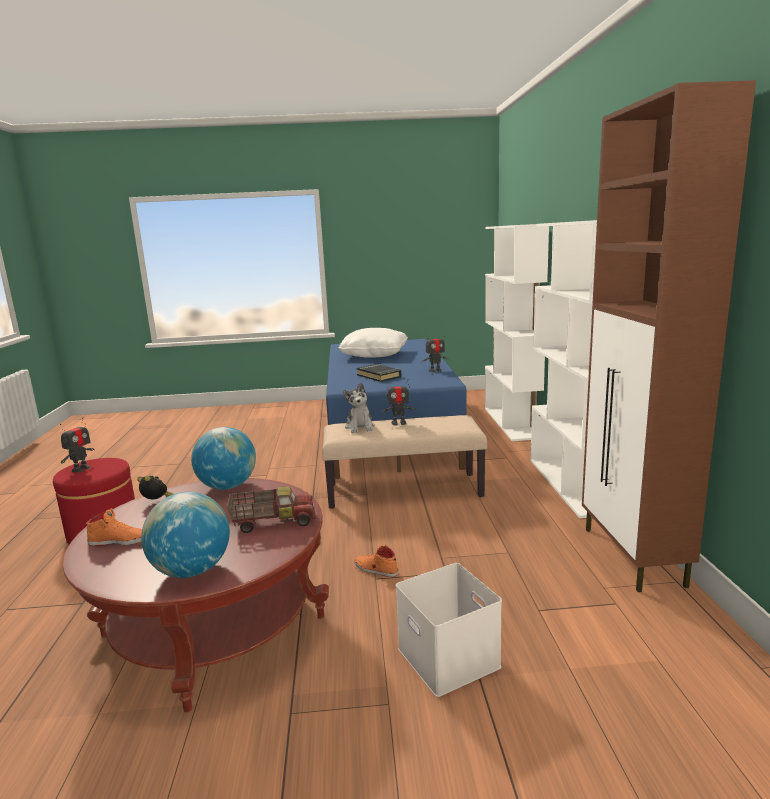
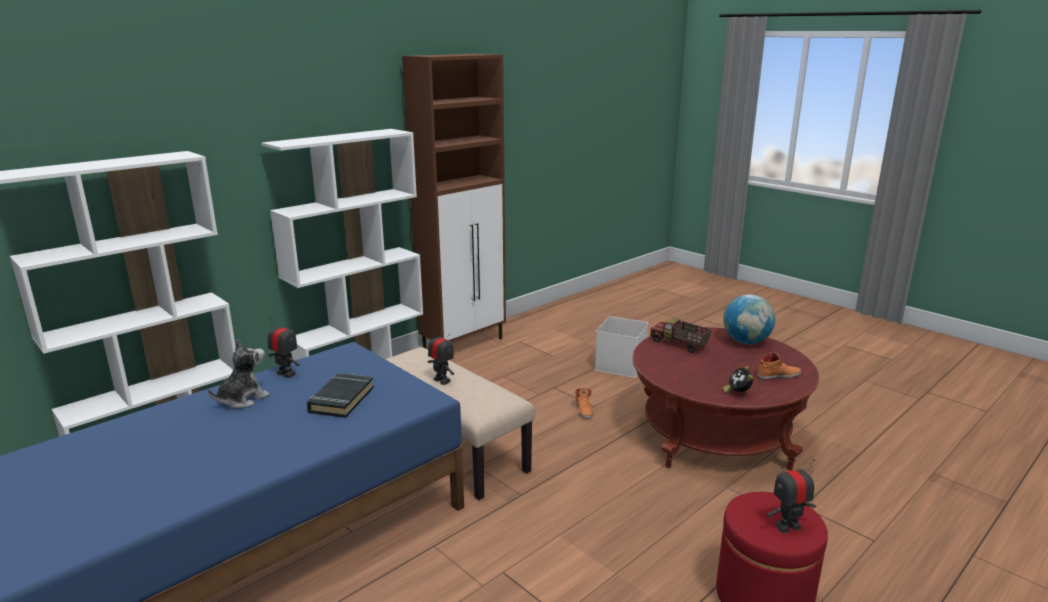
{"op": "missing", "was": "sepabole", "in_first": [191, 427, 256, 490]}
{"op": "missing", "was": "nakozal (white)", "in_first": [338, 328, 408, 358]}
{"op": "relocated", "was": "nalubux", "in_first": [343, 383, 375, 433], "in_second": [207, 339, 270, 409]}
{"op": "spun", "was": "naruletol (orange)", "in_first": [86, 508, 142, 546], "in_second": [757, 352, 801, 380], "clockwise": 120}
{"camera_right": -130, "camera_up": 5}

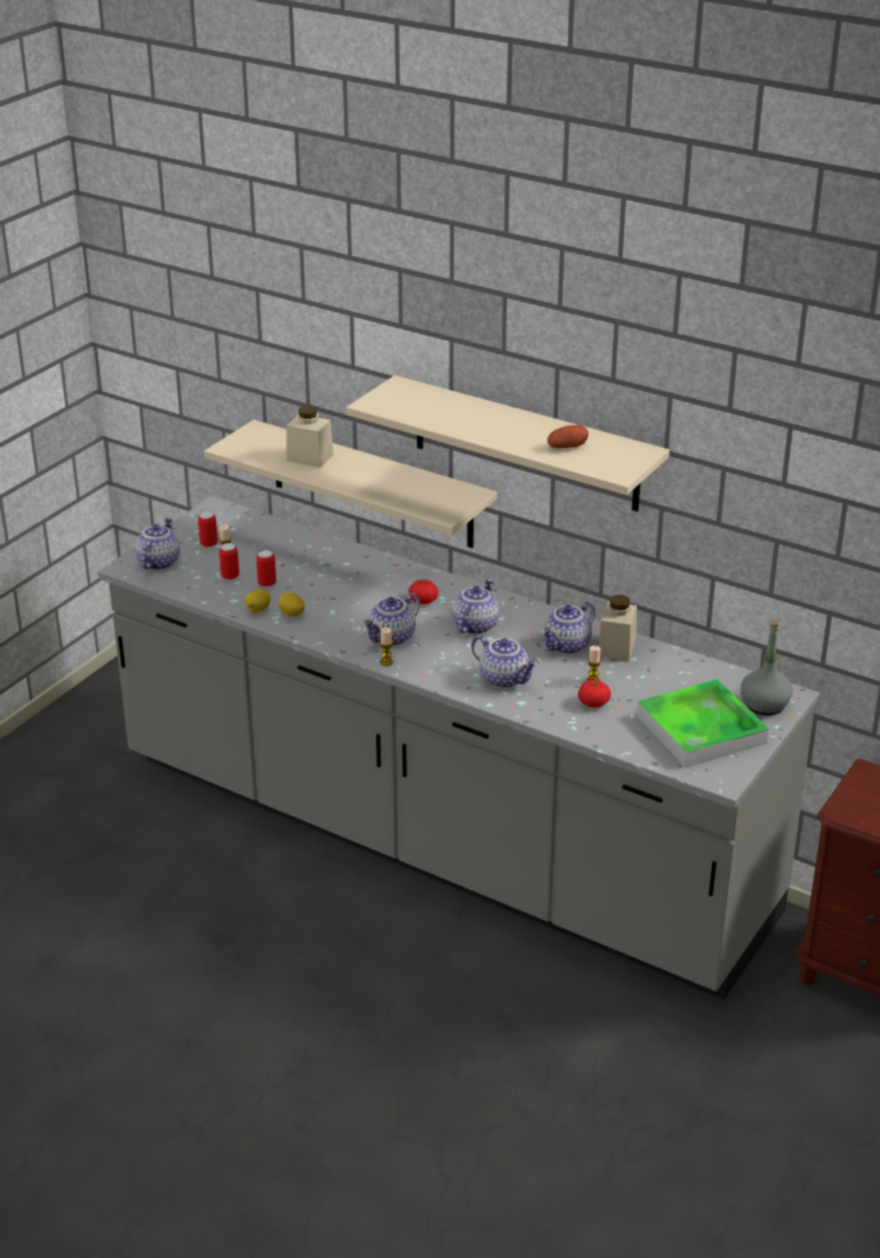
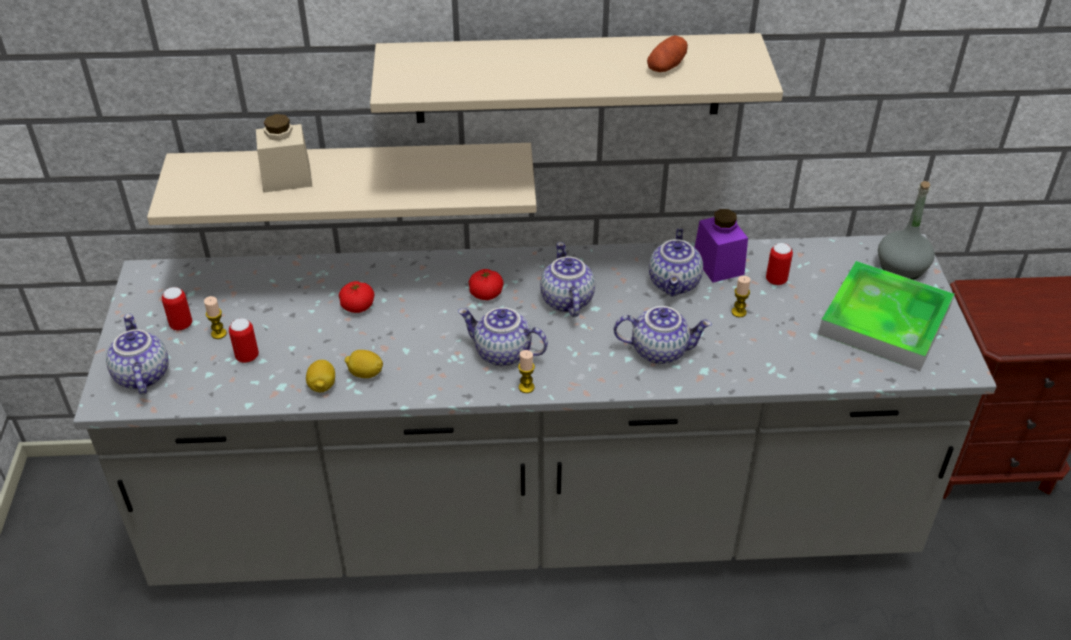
{"op": "relocated", "was": "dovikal", "in_first": [256, 550, 276, 587], "in_second": [766, 243, 793, 285]}
{"op": "relocated", "was": "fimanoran", "in_first": [578, 680, 611, 708], "in_second": [339, 281, 374, 313]}
{"op": "colour", "was": "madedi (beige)", "now": "madedi (purple)", "in_first": [598, 595, 637, 661], "in_second": [695, 209, 748, 283]}
{"op": "spun", "was": "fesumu", "in_first": [363, 593, 420, 646], "in_second": [458, 307, 548, 366], "clockwise": 105}
{"camera_right": -35, "camera_up": 10}

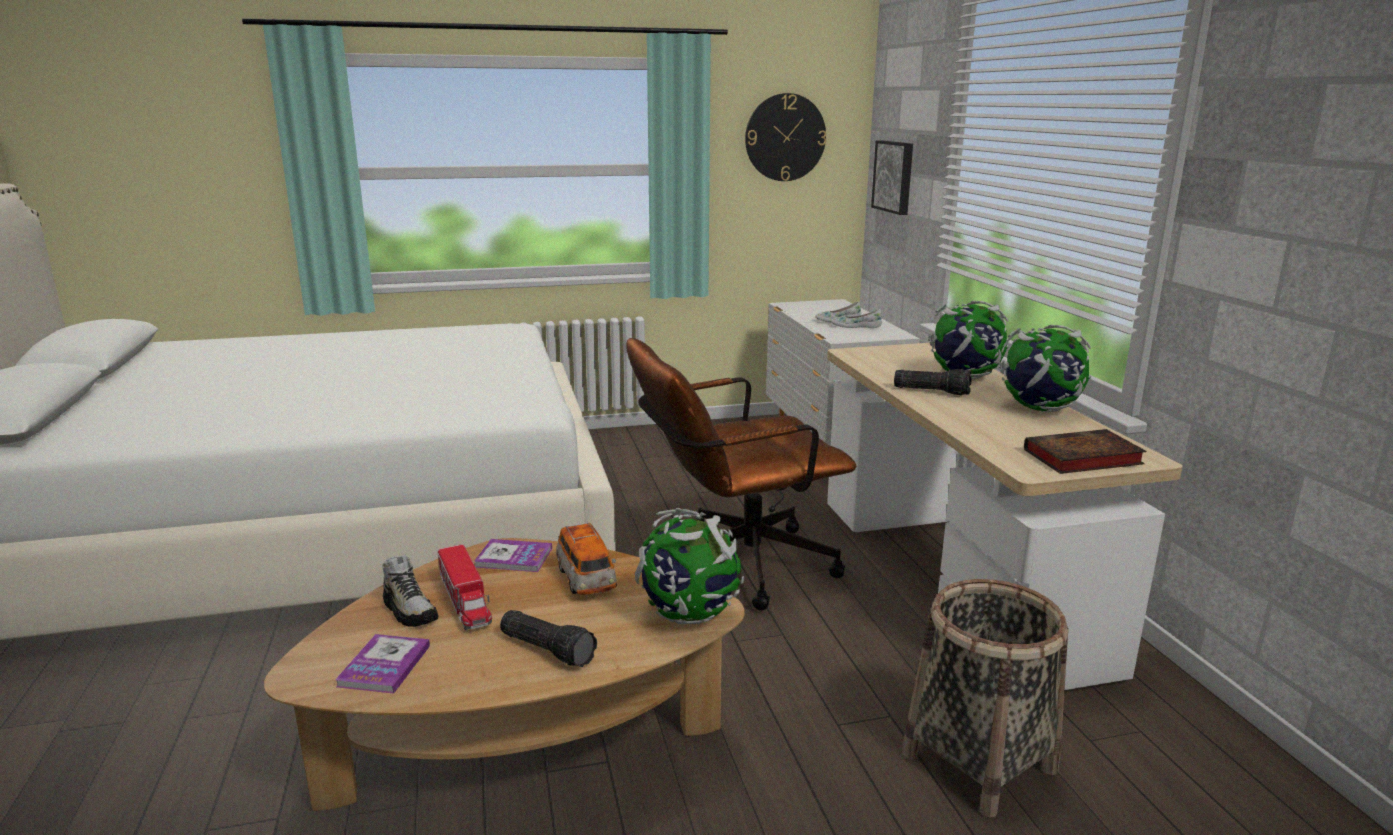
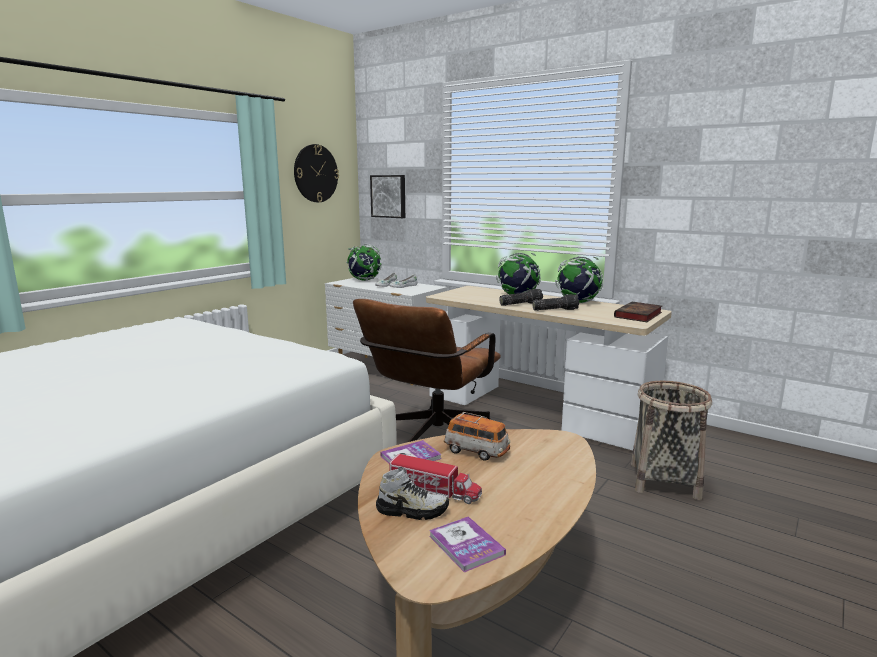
{"op": "relocated", "was": "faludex", "in_first": [500, 610, 597, 667], "in_second": [532, 294, 579, 311]}
{"op": "relocated", "was": "sepabole", "in_first": [635, 508, 744, 624], "in_second": [346, 244, 382, 281]}
{"camera_right": -40, "camera_up": -5}

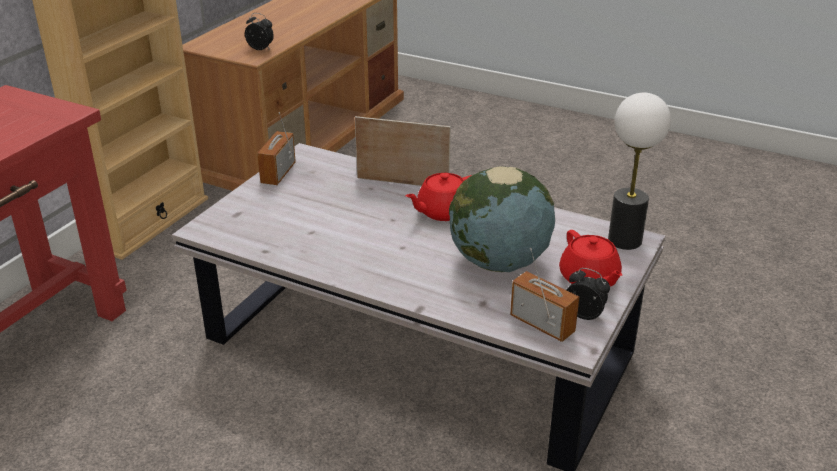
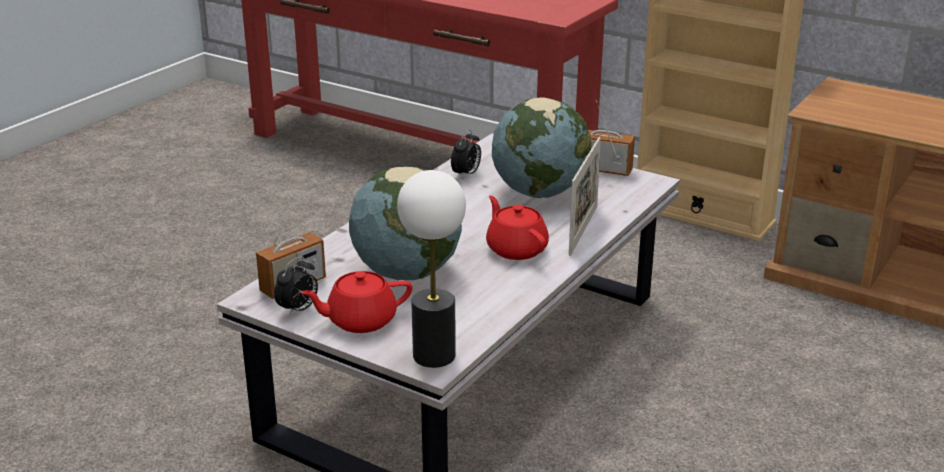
{"op": "appeared", "now": "sepabole", "in_second": [492, 97, 591, 198]}
{"op": "relocated", "was": "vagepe", "in_first": [245, 13, 274, 50], "in_second": [451, 130, 481, 179]}
{"camera_right": 95, "camera_up": -5}

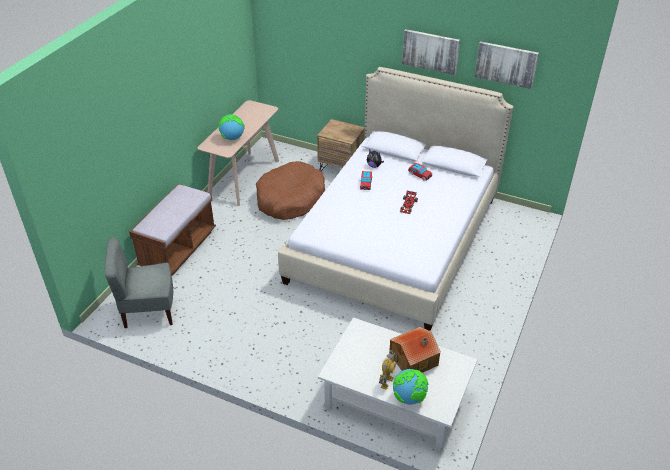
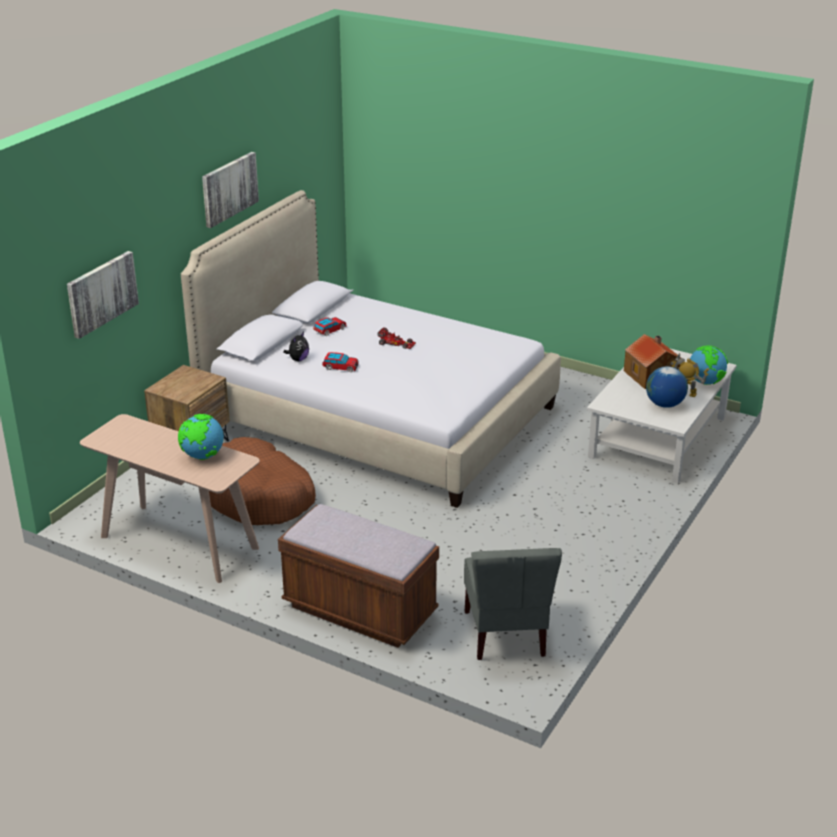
{"op": "appeared", "now": "sepabole", "in_second": [646, 366, 688, 408]}
{"op": "relocated", "was": "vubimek", "in_first": [475, 41, 539, 89], "in_second": [67, 251, 139, 339]}
{"camera_right": -85, "camera_up": -10}

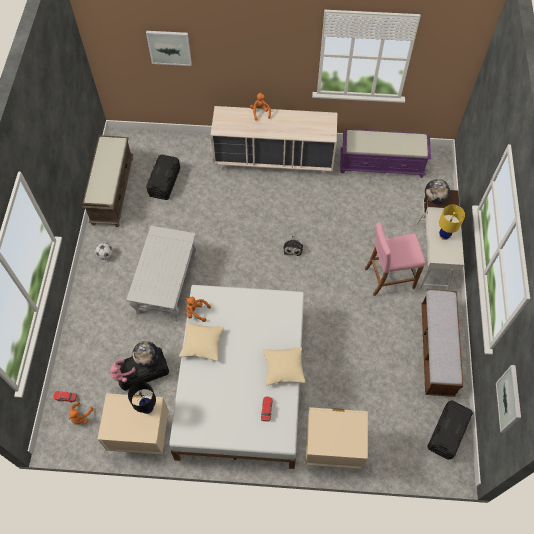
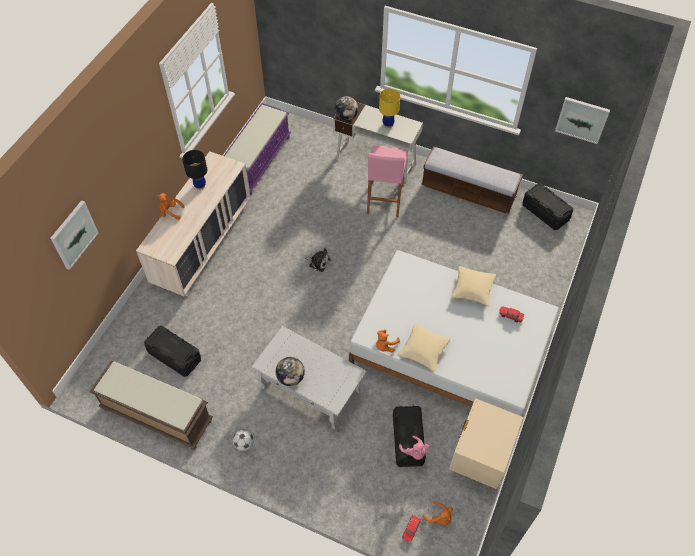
{"op": "missing", "was": "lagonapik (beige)", "in_first": [305, 407, 368, 469]}
{"op": "relocated", "was": "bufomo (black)", "in_first": [128, 382, 156, 414], "in_second": [182, 150, 207, 190]}
{"op": "relocated", "was": "sepabole", "in_first": [133, 341, 159, 367], "in_second": [276, 357, 305, 386]}
{"camera_right": -70, "camera_up": -5}

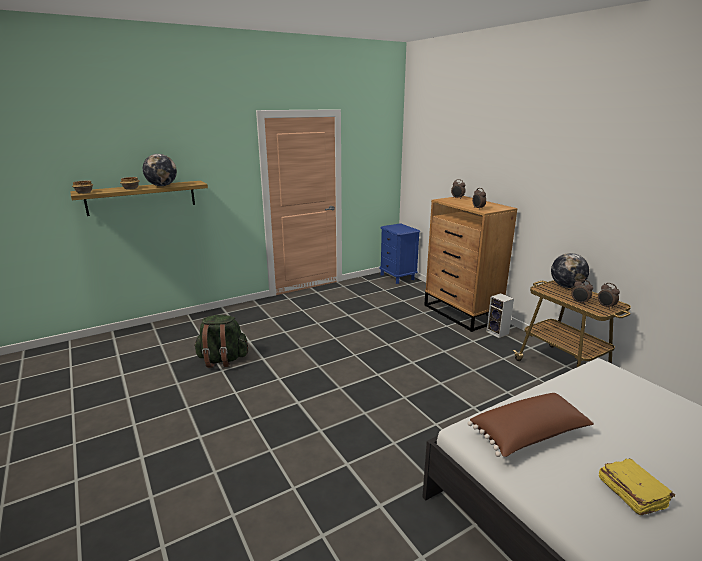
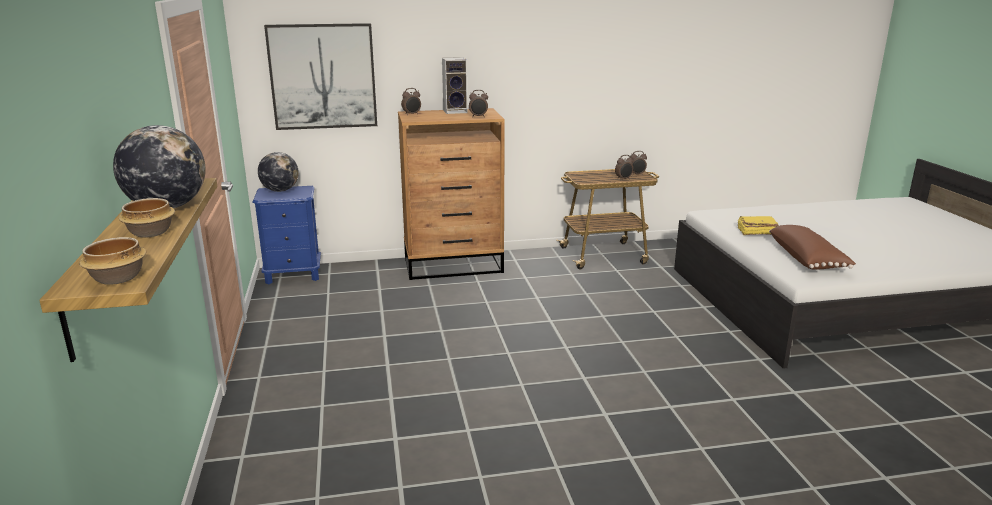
{"op": "missing", "was": "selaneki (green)", "in_first": [194, 315, 248, 368]}
{"op": "appeared", "now": "vubimek", "in_second": [264, 23, 377, 130]}
{"op": "relocated", "was": "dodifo", "in_first": [486, 293, 514, 338], "in_second": [442, 57, 468, 114]}
{"op": "relocated", "was": "sepabole", "in_first": [551, 253, 589, 288], "in_second": [258, 152, 299, 192]}
{"op": "relocated", "was": "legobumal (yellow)", "in_first": [599, 458, 675, 515], "in_second": [738, 216, 779, 235]}
{"camera_right": -70, "camera_up": 0}

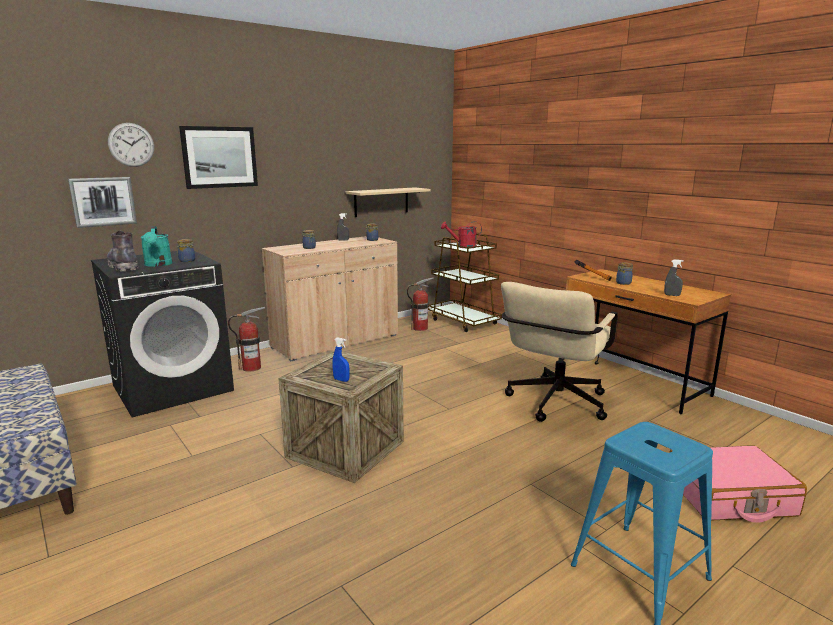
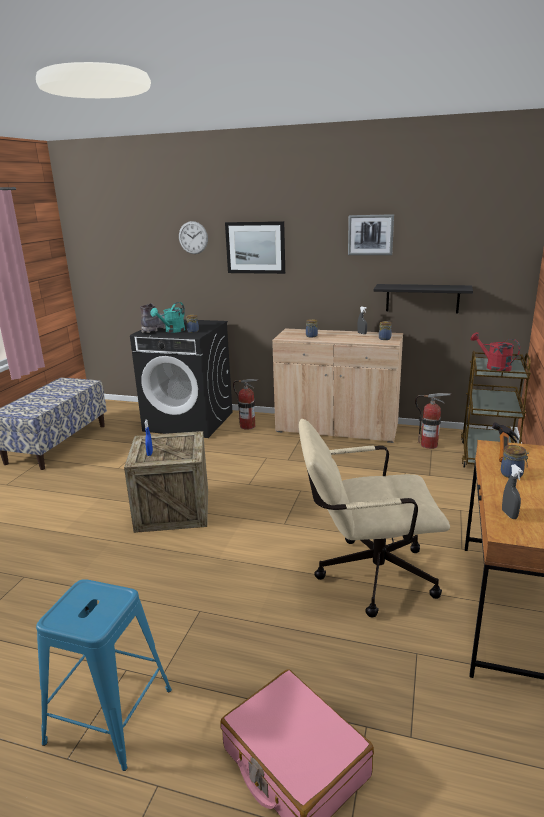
{"op": "relocated", "was": "vubimek", "in_first": [68, 177, 137, 228], "in_second": [348, 214, 394, 255]}
{"op": "colour", "was": "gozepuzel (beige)", "now": "gozepuzel (black)", "in_first": [346, 187, 431, 217], "in_second": [373, 284, 473, 313]}
{"camera_right": 55, "camera_up": 5}

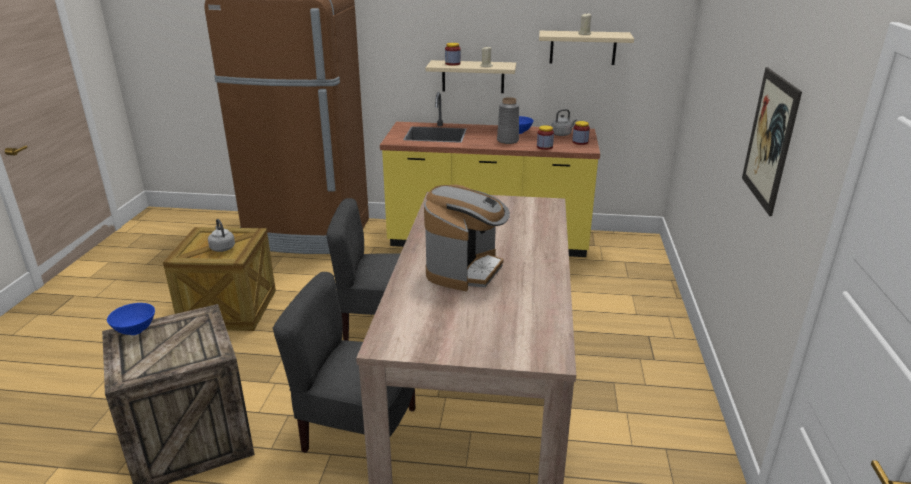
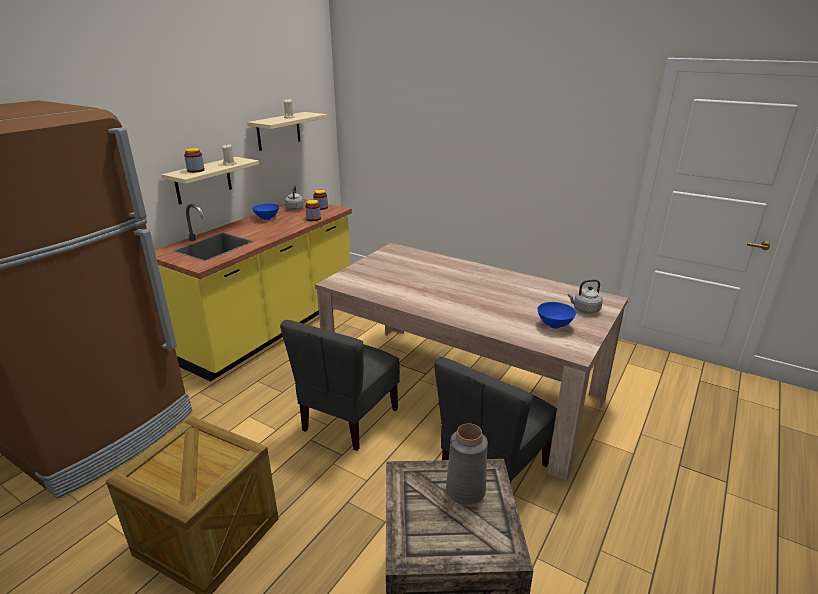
{"op": "missing", "was": "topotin", "in_first": [424, 185, 510, 291]}
{"op": "missing", "was": "vubimek", "in_first": [742, 67, 802, 216]}
{"op": "relocated", "was": "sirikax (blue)", "in_first": [107, 303, 155, 335], "in_second": [537, 302, 576, 329]}
{"op": "relocated", "was": "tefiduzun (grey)", "in_first": [208, 219, 235, 252], "in_second": [568, 279, 603, 314]}
{"op": "relocated", "was": "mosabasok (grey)", "in_first": [497, 97, 519, 144], "in_second": [446, 424, 488, 505]}
{"camera_right": -65, "camera_up": 0}

